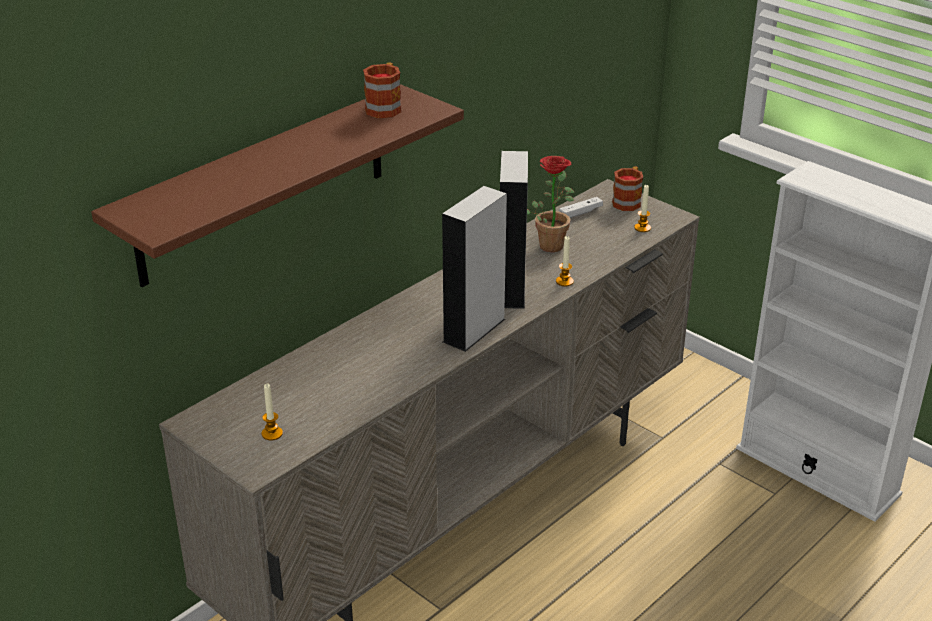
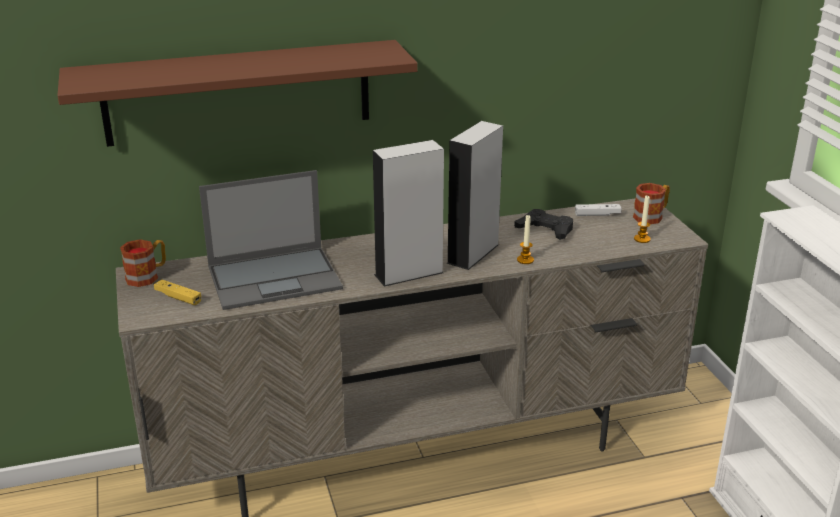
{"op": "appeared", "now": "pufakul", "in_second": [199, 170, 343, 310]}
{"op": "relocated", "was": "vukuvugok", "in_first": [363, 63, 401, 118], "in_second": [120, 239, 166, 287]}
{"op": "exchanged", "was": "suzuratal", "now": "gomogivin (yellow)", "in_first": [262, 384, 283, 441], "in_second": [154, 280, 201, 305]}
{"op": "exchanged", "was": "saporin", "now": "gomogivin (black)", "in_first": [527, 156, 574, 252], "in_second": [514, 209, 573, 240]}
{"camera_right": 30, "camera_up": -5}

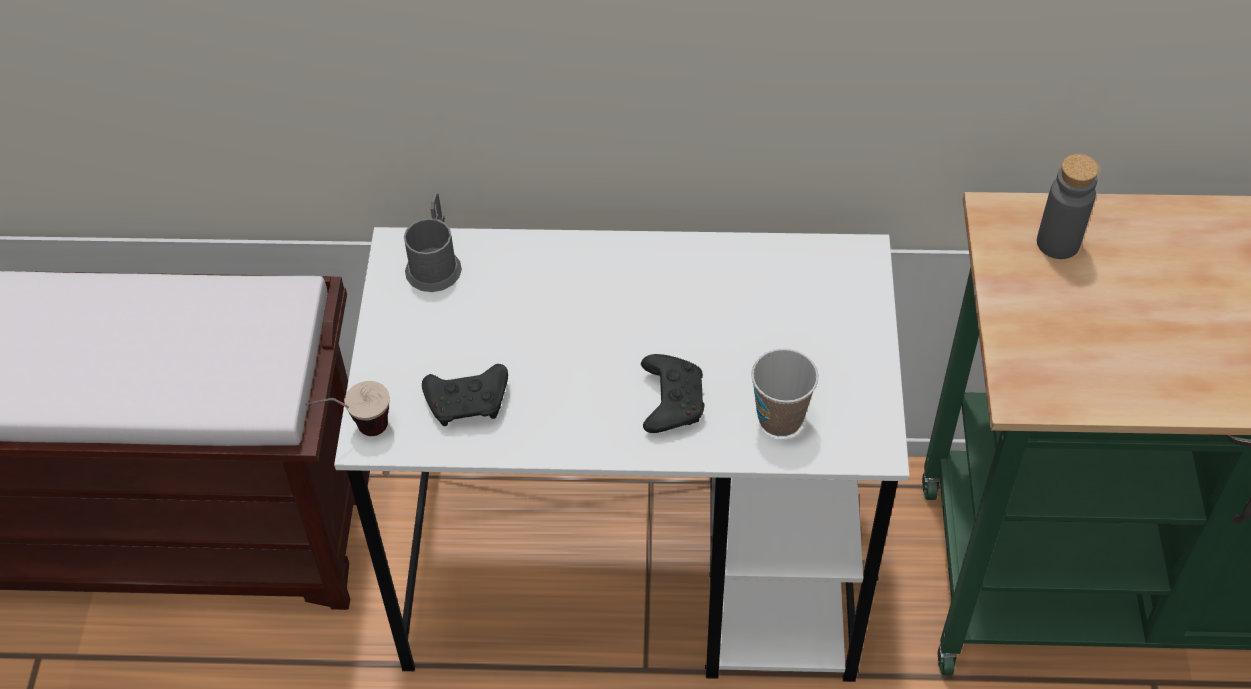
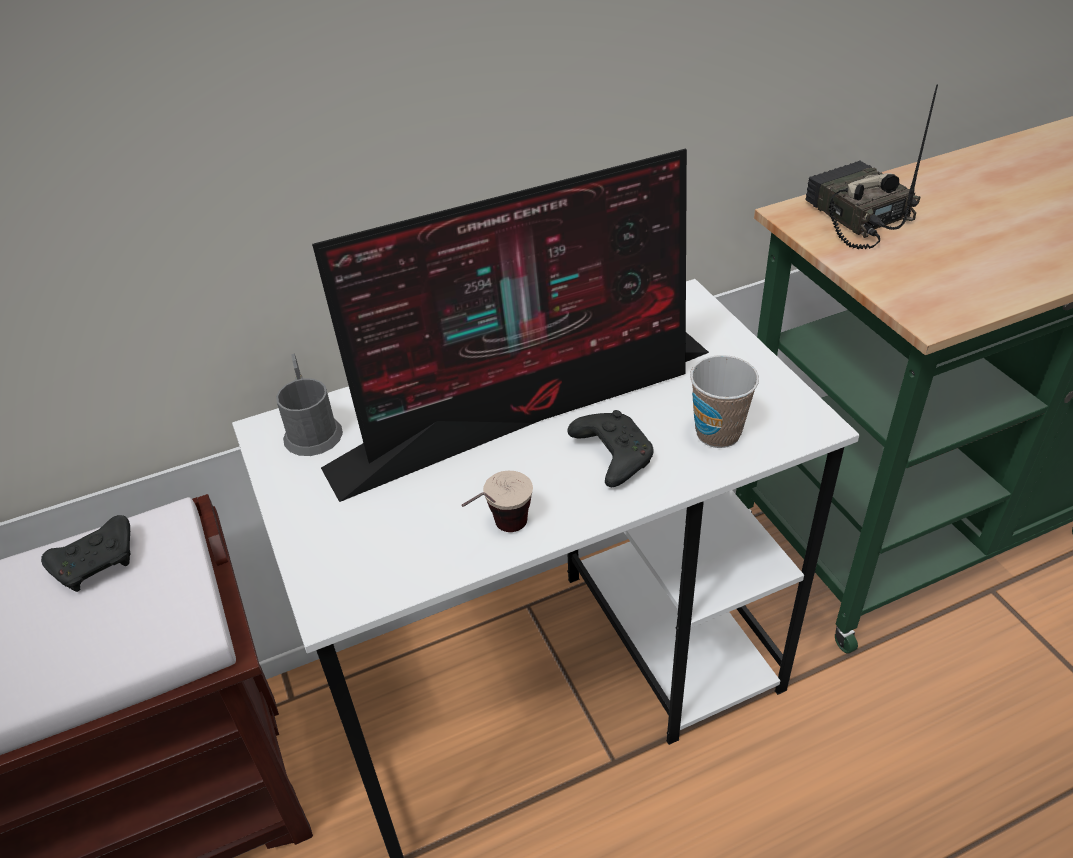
{"op": "appeared", "now": "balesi", "in_second": [312, 149, 709, 502]}
{"op": "relocated", "was": "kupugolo", "in_first": [305, 381, 390, 436], "in_second": [462, 471, 533, 532]}
{"op": "relocated", "was": "gomogivin (black)", "in_first": [422, 364, 508, 426], "in_second": [41, 515, 130, 592]}
{"op": "exchanged", "was": "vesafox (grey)", "now": "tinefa", "in_first": [1037, 154, 1099, 259], "in_second": [805, 84, 938, 250]}
{"camera_right": -25, "camera_up": -10}

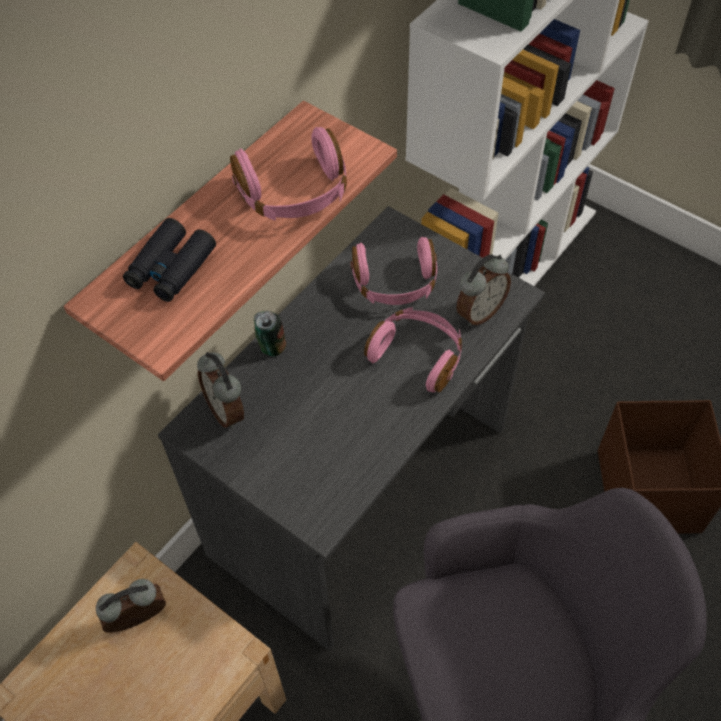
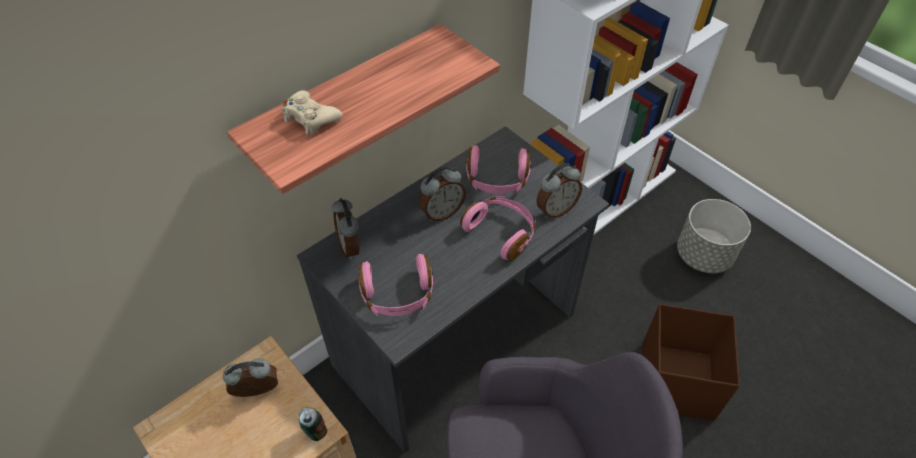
{"op": "appeared", "now": "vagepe", "in_second": [419, 166, 466, 221]}
{"op": "appeared", "now": "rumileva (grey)", "in_second": [677, 199, 751, 273]}
{"op": "relocated", "was": "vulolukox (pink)", "in_first": [230, 127, 346, 221], "in_second": [358, 254, 433, 316]}
{"op": "relocated", "was": "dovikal", "in_first": [254, 311, 286, 356], "in_second": [299, 407, 327, 441]}
{"op": "exchanged", "was": "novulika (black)", "now": "gomogivin (beige)", "in_first": [123, 218, 216, 302], "in_second": [282, 90, 343, 135]}
{"camera_right": 10, "camera_up": -5}

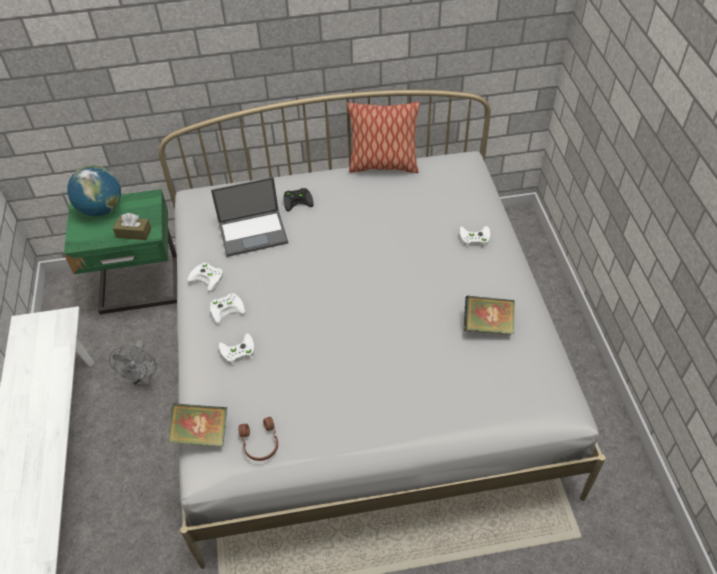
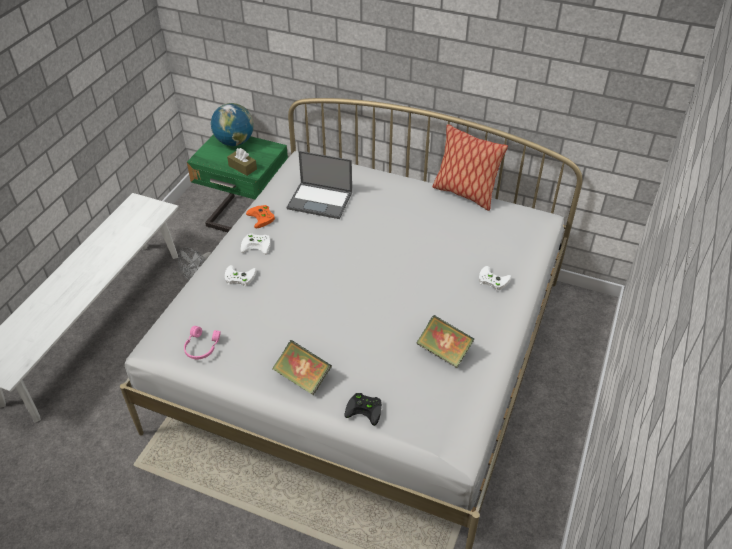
{"op": "relocated", "was": "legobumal", "in_first": [168, 403, 227, 446], "in_second": [272, 340, 332, 395]}
{"op": "relocated", "was": "gomogivin (black)", "in_first": [283, 188, 314, 212], "in_second": [344, 393, 382, 426]}
{"op": "colour", "was": "gomogivin (white)", "now": "gomogivin (orange)", "in_first": [187, 262, 223, 292], "in_second": [246, 205, 275, 228]}
{"op": "colour", "was": "vulolukox (brown)", "now": "vulolukox (pink)", "in_first": [238, 417, 278, 461], "in_second": [184, 326, 221, 359]}
{"camera_right": 30, "camera_up": -5}

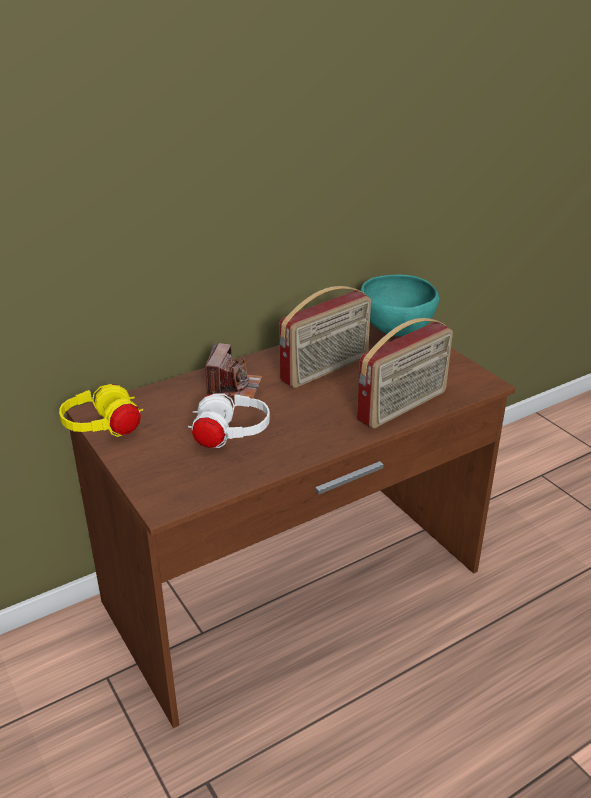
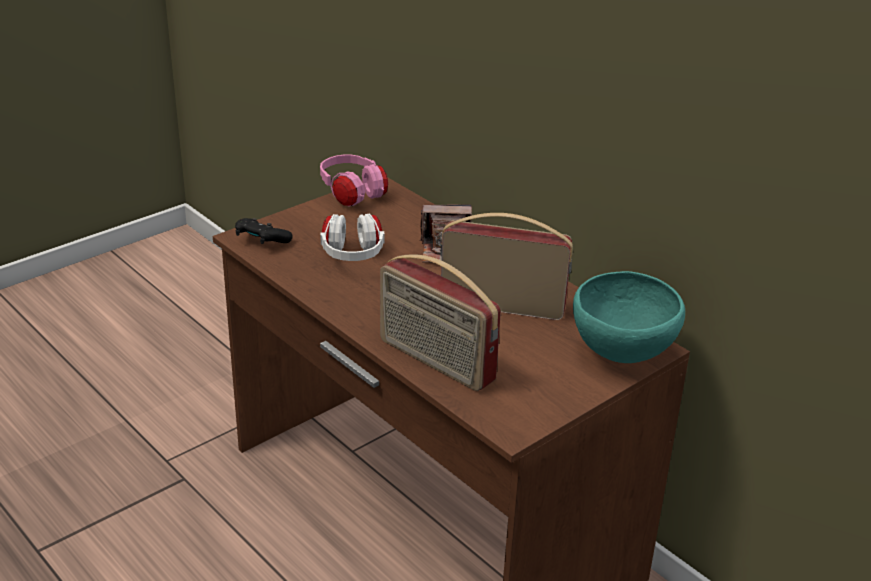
{"op": "appeared", "now": "gomogivin (black)", "in_second": [235, 218, 292, 244]}
{"op": "colour", "was": "vulolukox (yellow)", "now": "vulolukox (pink)", "in_first": [59, 384, 143, 437], "in_second": [320, 154, 388, 206]}
{"op": "spun", "was": "tinefa", "in_first": [279, 286, 371, 388], "in_second": [441, 213, 573, 320], "clockwise": 150}
{"camera_right": 80, "camera_up": 0}

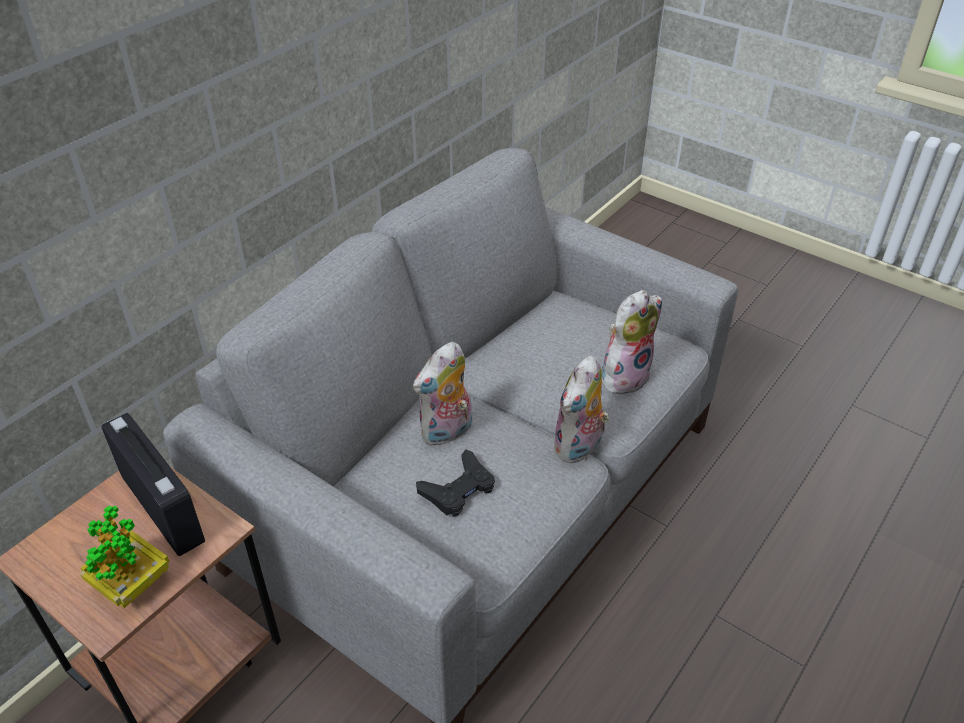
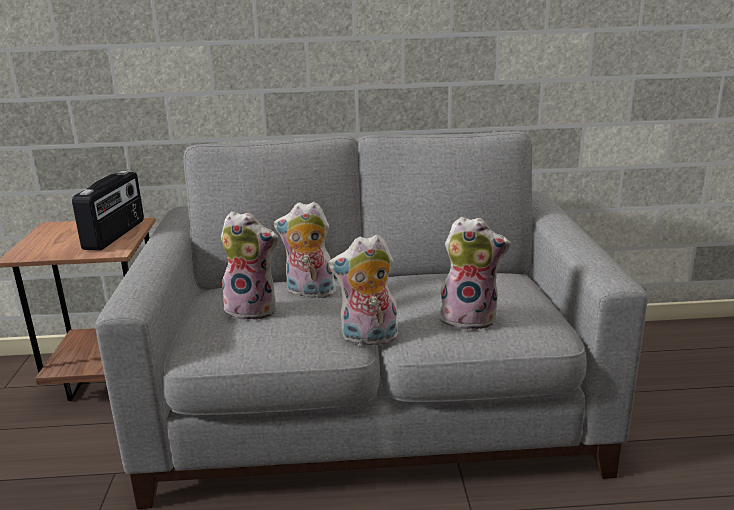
{"op": "missing", "was": "saporin", "in_first": [80, 505, 169, 608]}
{"op": "exchanged", "was": "gomogivin (black)", "now": "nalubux", "in_first": [416, 449, 495, 517], "in_second": [221, 211, 279, 320]}
{"camera_right": 50, "camera_up": -20}

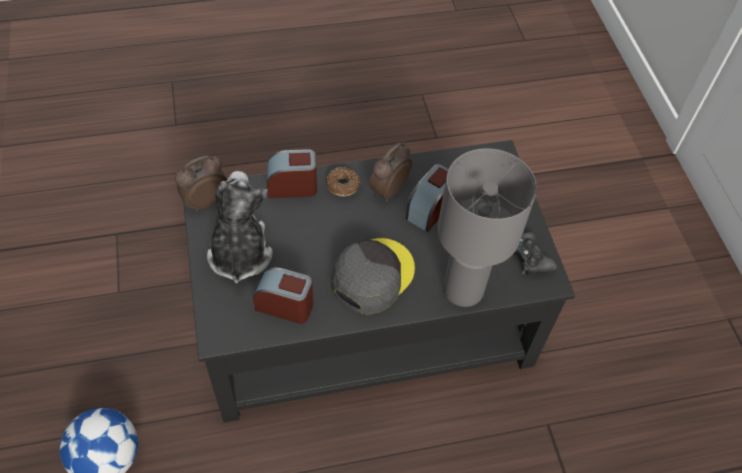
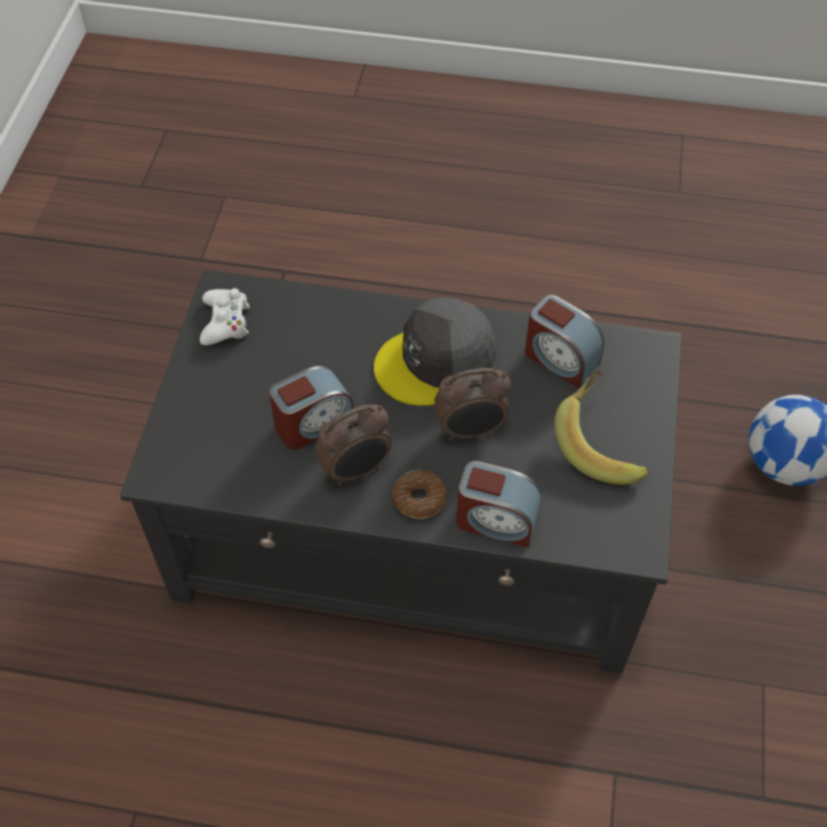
{"op": "missing", "was": "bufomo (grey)", "in_first": [437, 148, 537, 307]}
{"op": "relocated", "was": "vagepe", "in_first": [175, 155, 227, 212], "in_second": [434, 368, 511, 441]}
{"op": "exchanged", "was": "nalubux", "now": "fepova", "in_first": [207, 171, 273, 284], "in_second": [555, 368, 648, 485]}
{"op": "colour", "was": "gomogivin (black)", "now": "gomogivin (white)", "in_first": [514, 232, 557, 275], "in_second": [200, 288, 250, 345]}
{"camera_right": -155, "camera_up": 0}

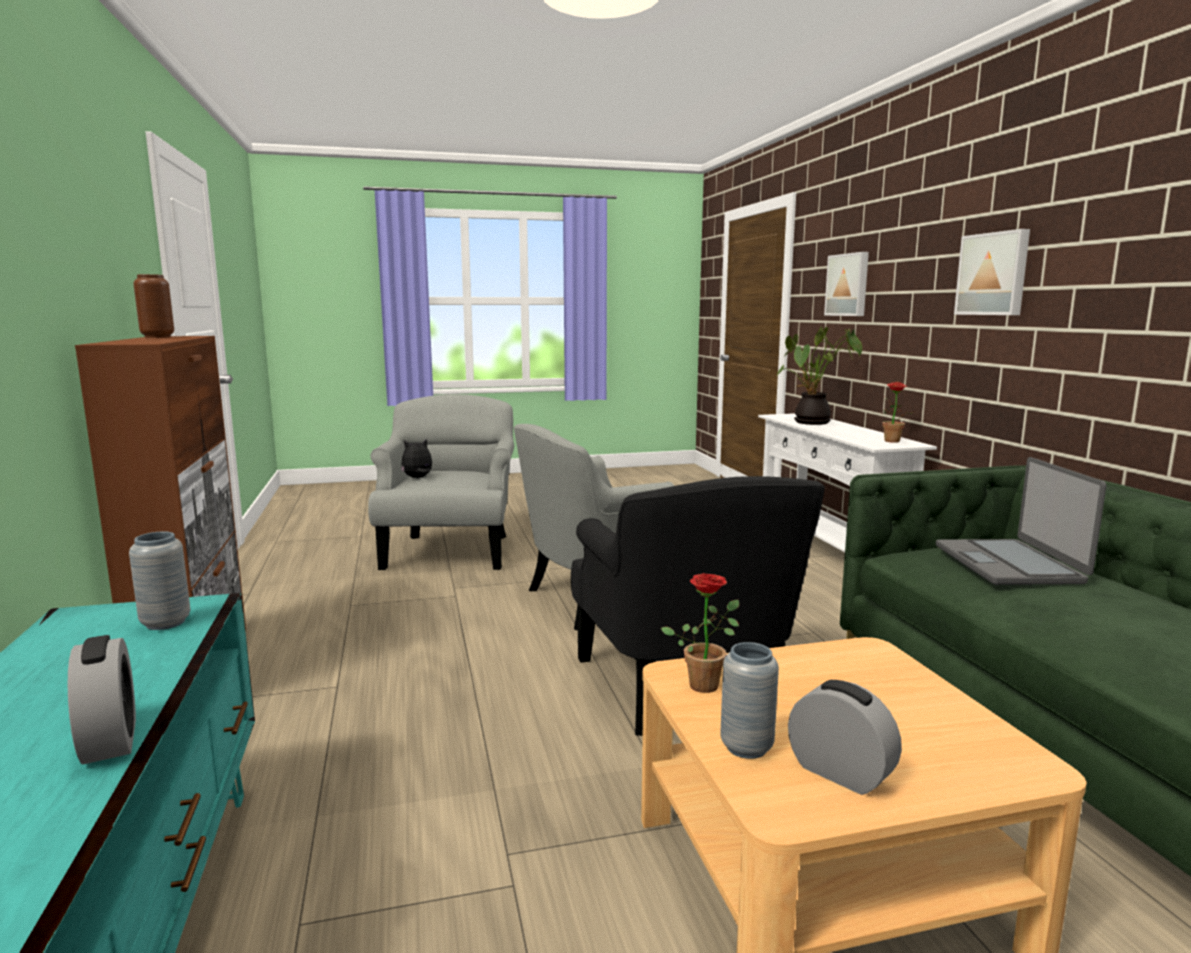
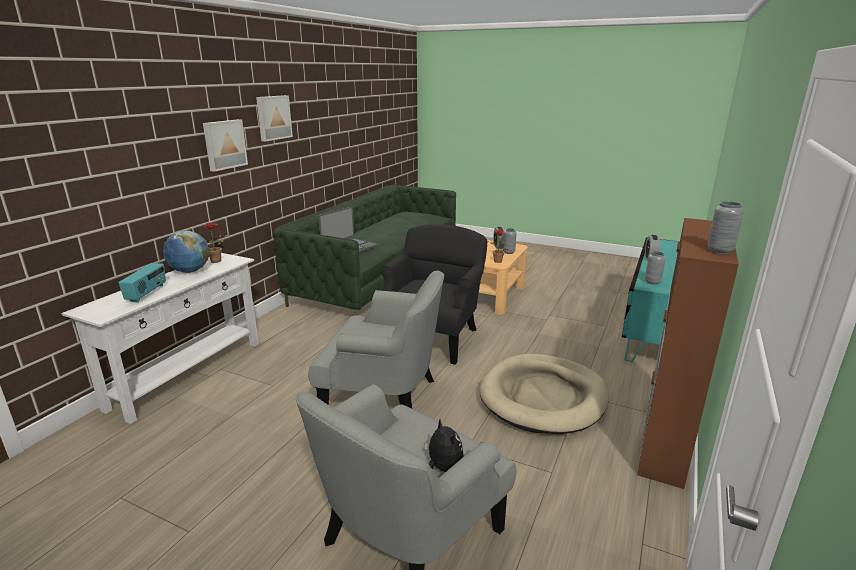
{"op": "appeared", "now": "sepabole", "in_second": [163, 230, 209, 273]}
{"op": "appeared", "now": "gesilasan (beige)", "in_second": [480, 354, 609, 434]}
{"op": "relocated", "was": "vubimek", "in_first": [824, 252, 869, 316], "in_second": [256, 95, 293, 142]}
{"op": "exchanged", "was": "saporin", "now": "tinefa", "in_first": [777, 327, 862, 425], "in_second": [118, 263, 166, 303]}
{"op": "colour", "was": "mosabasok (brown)", "now": "mosabasok (grey)", "in_first": [133, 274, 174, 337], "in_second": [708, 201, 744, 254]}
{"op": "spun", "was": "nalubux", "in_first": [401, 439, 432, 478], "in_second": [425, 420, 463, 472], "clockwise": -135}
{"camera_right": -140, "camera_up": 10}

